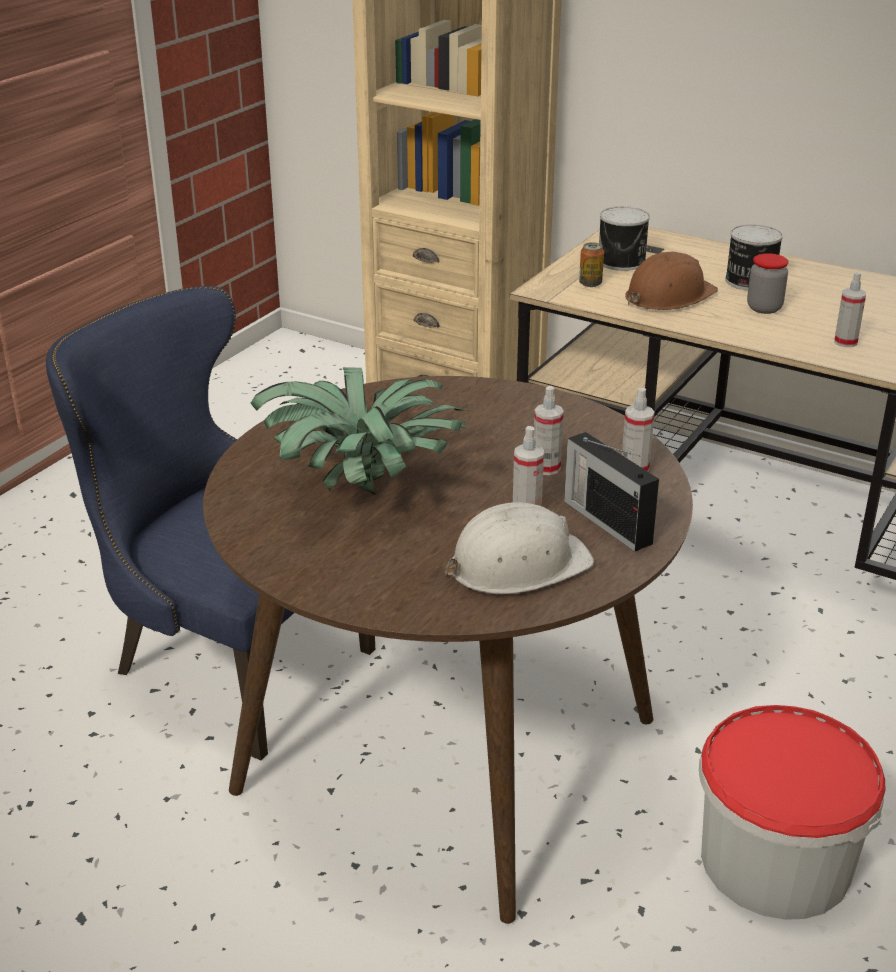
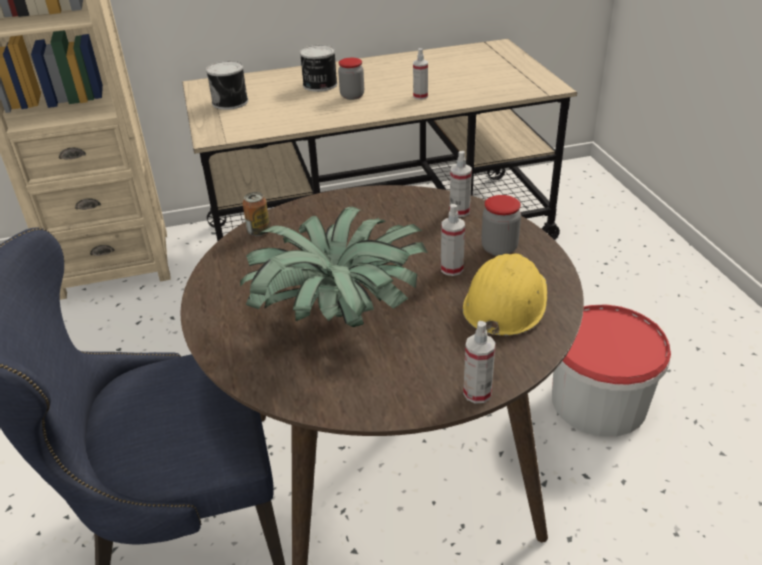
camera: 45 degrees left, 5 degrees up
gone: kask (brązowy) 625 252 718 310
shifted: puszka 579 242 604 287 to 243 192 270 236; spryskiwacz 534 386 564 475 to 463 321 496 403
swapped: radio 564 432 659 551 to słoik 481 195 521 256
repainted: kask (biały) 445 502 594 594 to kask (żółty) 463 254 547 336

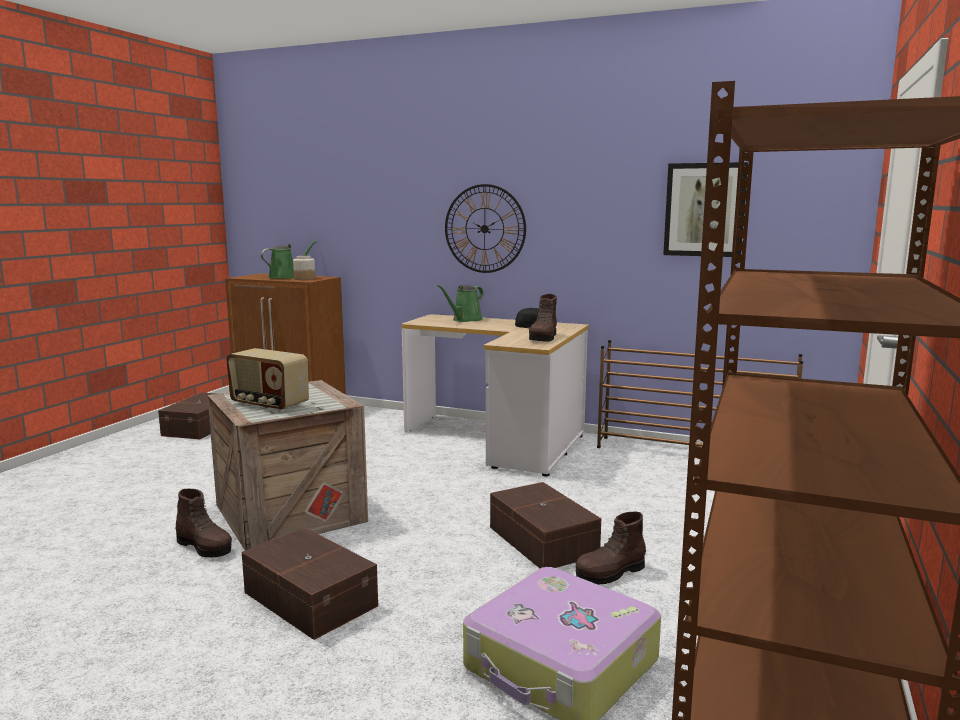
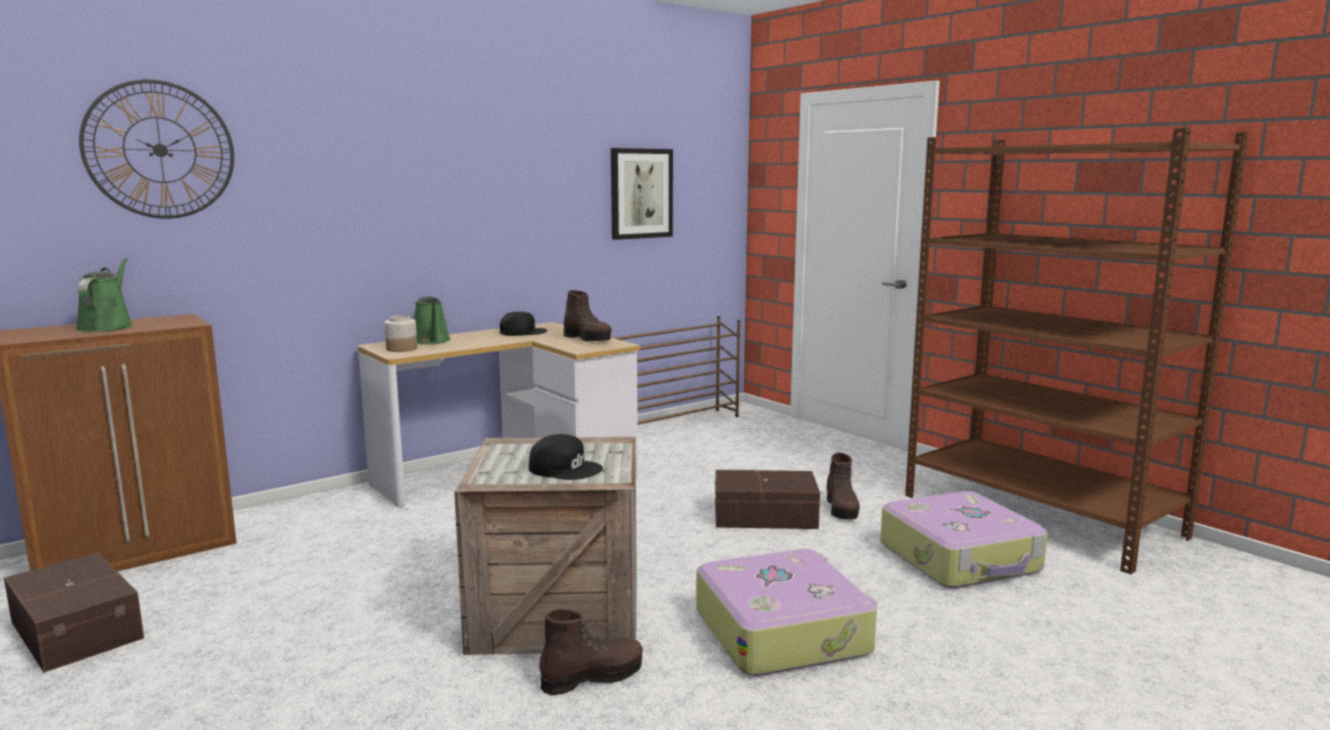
camera: 60 degrees left, 0 degrees up
shifted: zegar ścienny 445 184 526 273 to 79 79 234 219; słoik 293 256 315 280 to 384 315 417 352
swapped: radio 226 348 309 412 to czapka z daszkiem (czarny) 529 434 603 480; pojemnik do przechowywania (brązowy) 242 528 378 640 to walizka 696 549 877 676

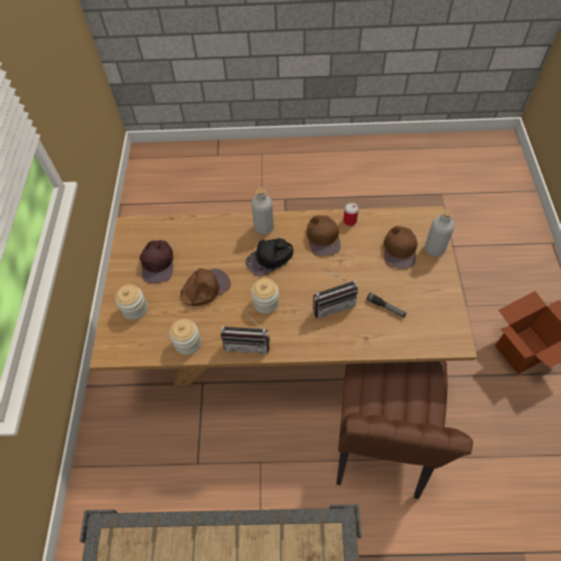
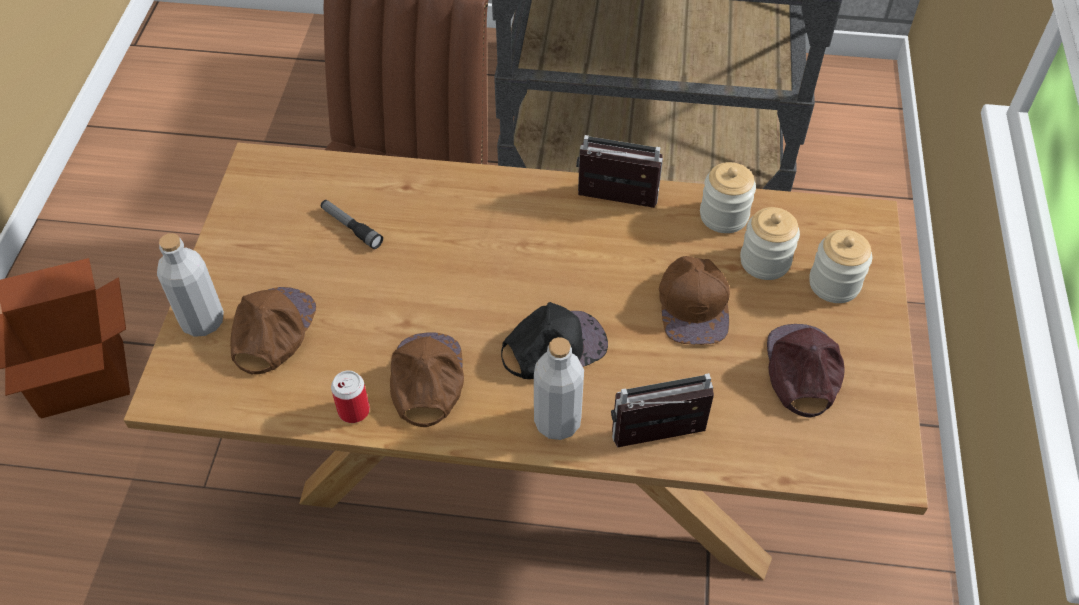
camera: 175 degrees left, 5 degrees down
shifted: radio 313 269 358 319 to 611 373 714 447; słoik 251 278 279 314 to 740 207 800 280
rotated: czapka z daszkiem (brązowy) 181 268 231 306 = 659 256 730 345 60 degrees counterclockwise

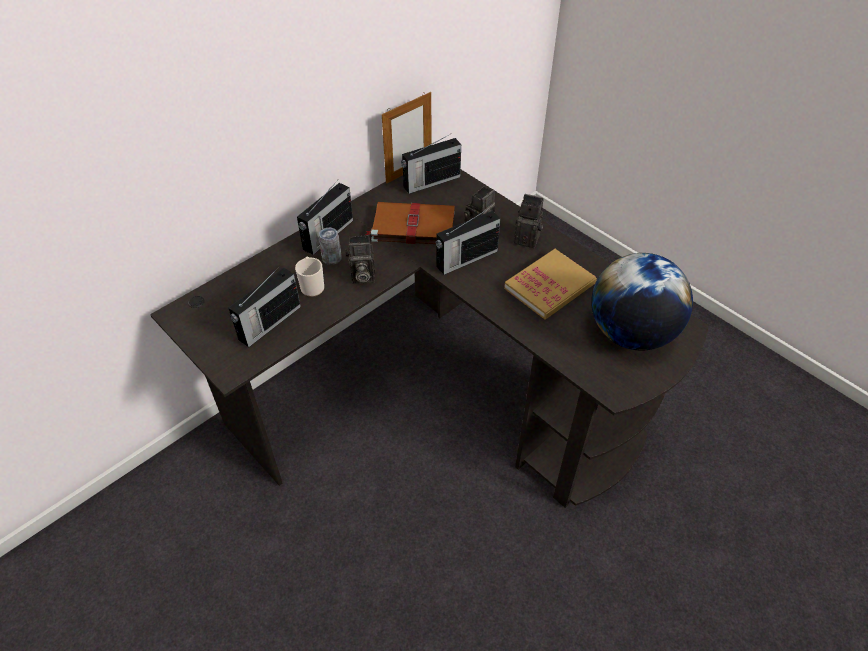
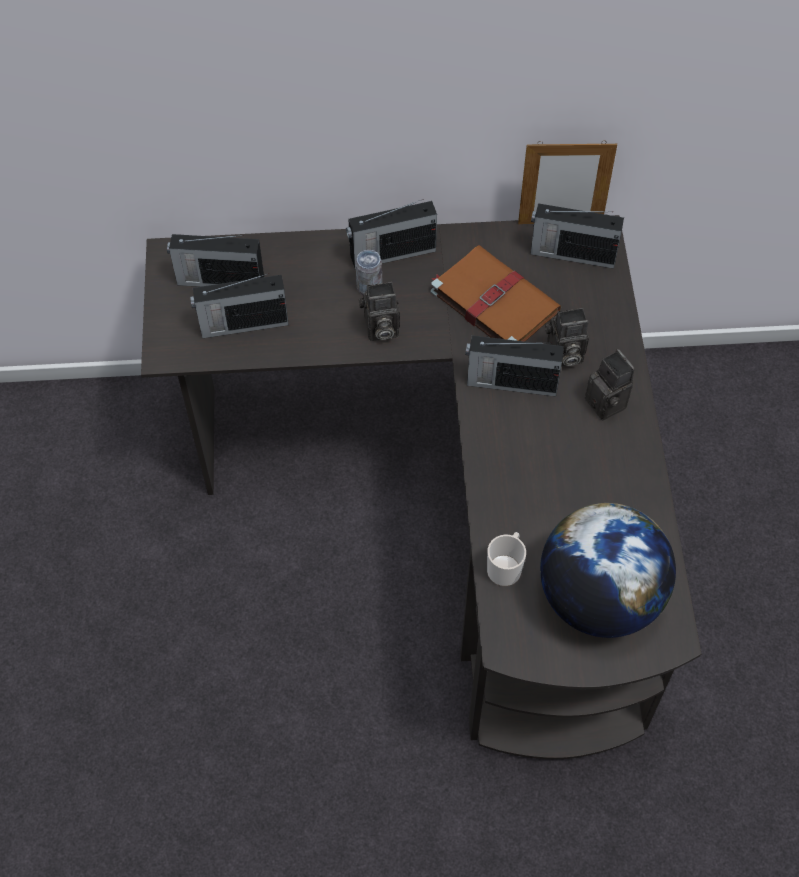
camera: 40 degrees right, 10 degrees up
gone: książka 504 249 597 320
new: radio 167 234 264 287
shifted: kubek 295 257 324 297 to 487 532 526 586
rotated: aparat fotograficzny 345 235 375 284 = 359 282 400 341 45 degrees counterclockwise

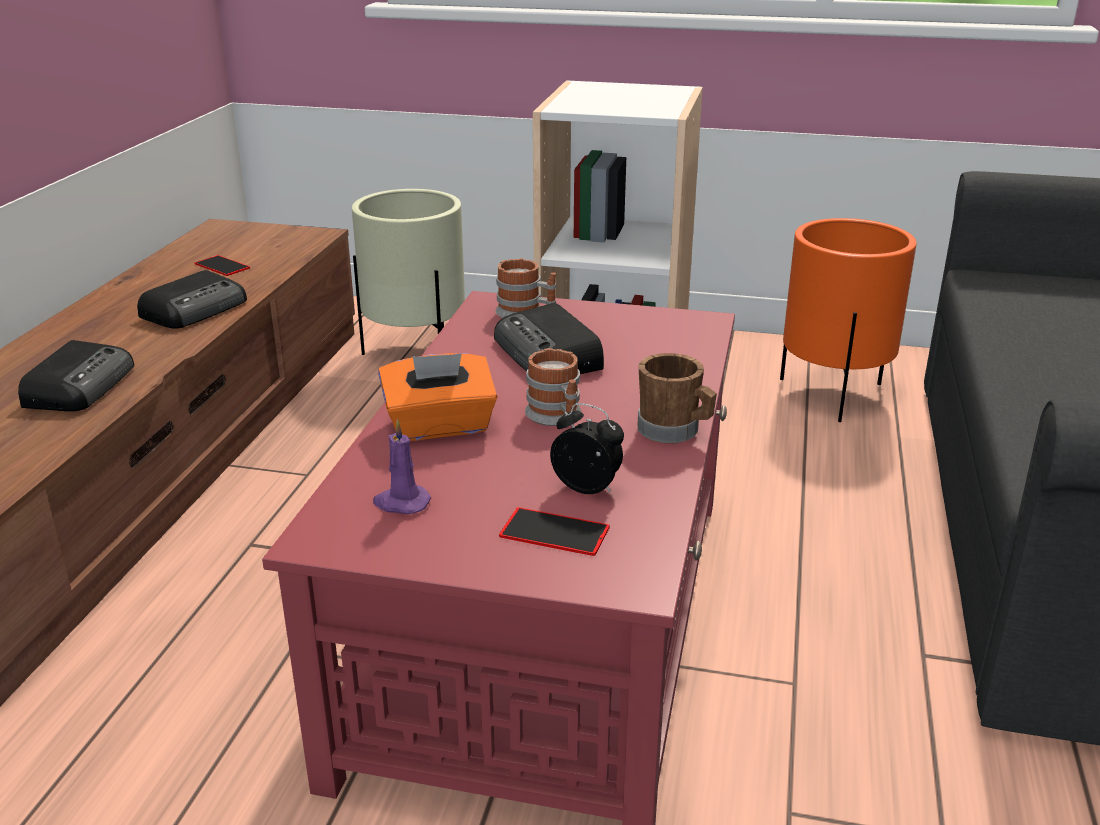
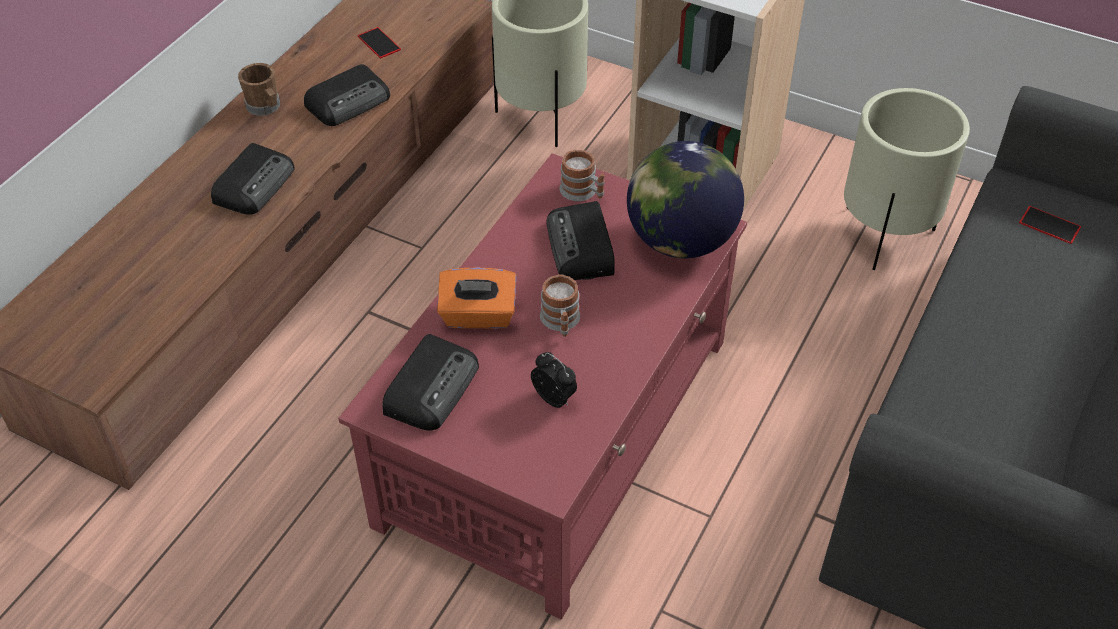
camera: 15 degrees right, 20 degrees up
new: globus 627 141 744 258
shifted: kubek (brązowy) 638 353 717 443 to 238 63 280 116; telefon 499 507 610 556 to 1019 206 1081 244
swapped: świeca (fioletowy) 373 419 431 514 to radio 382 334 479 431
repainted: donica (pomarańczowy) 780 218 917 422 to donica (beżowy) 844 88 970 270

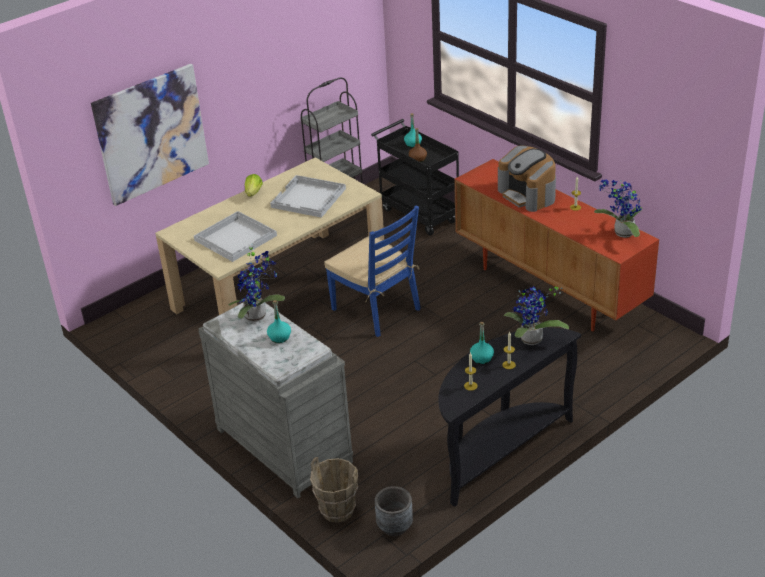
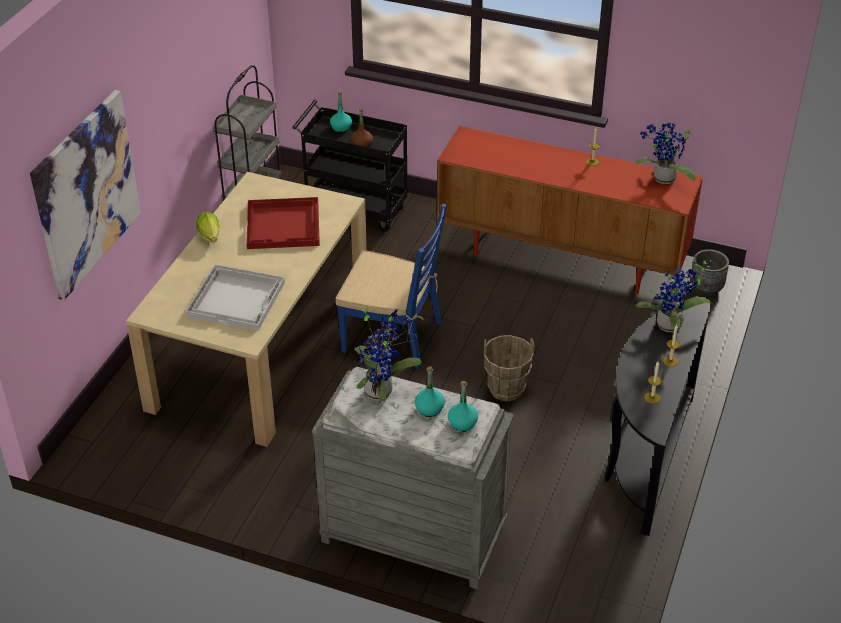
camera: 30 degrees left, 5 degrees up
gone: ekspres do kawy 498 146 556 212
shifted: butelka (turkusowy) 470 322 494 364 to 448 381 478 432; wiadro (brązowy) 310 457 358 523 to 484 335 535 401; donica (szary) 375 486 413 536 to 690 249 729 296
repainted: taca (biały) 270 175 346 218 to taca (czerwony) 246 197 320 249

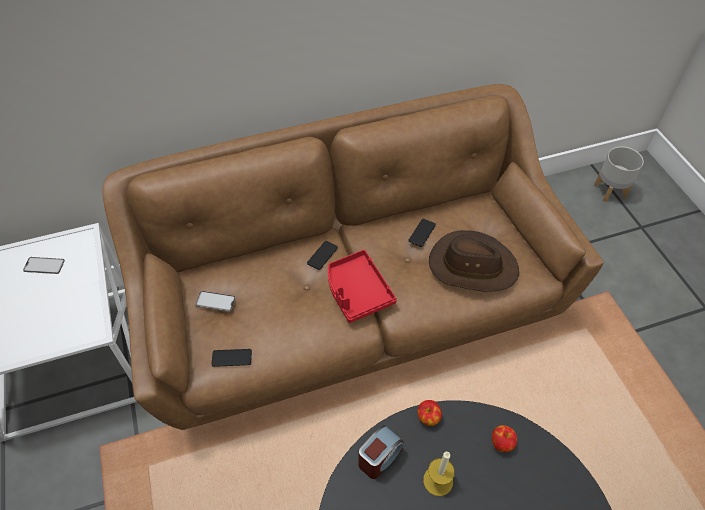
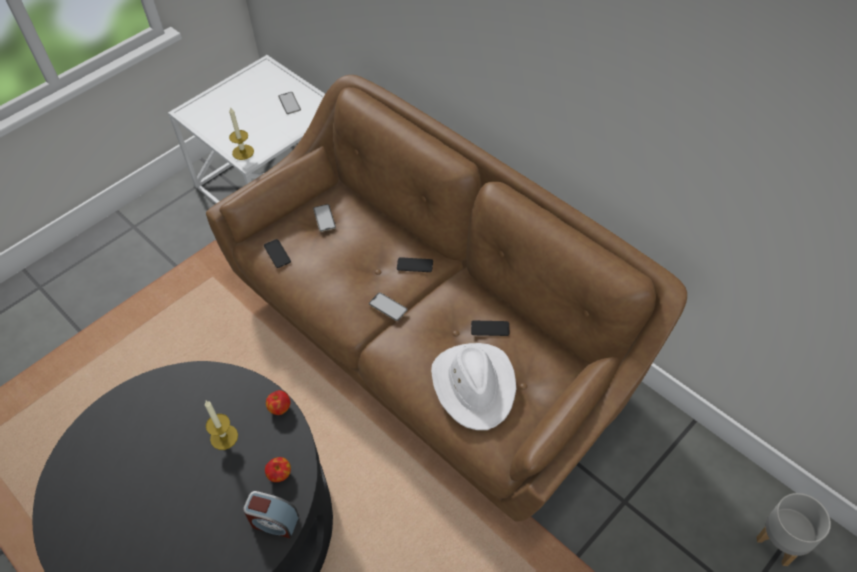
camera: 65 degrees right, 0 degrees up
new: świeca 229 107 254 160
shifted: budzik 358 425 404 479 to 243 491 299 538
swapped: taca (czerwony) 328 250 397 323 to telefon 369 292 408 321
repainted: kapelusz (brązowy) 429 230 519 292 to kapelusz (biały) 431 343 516 430

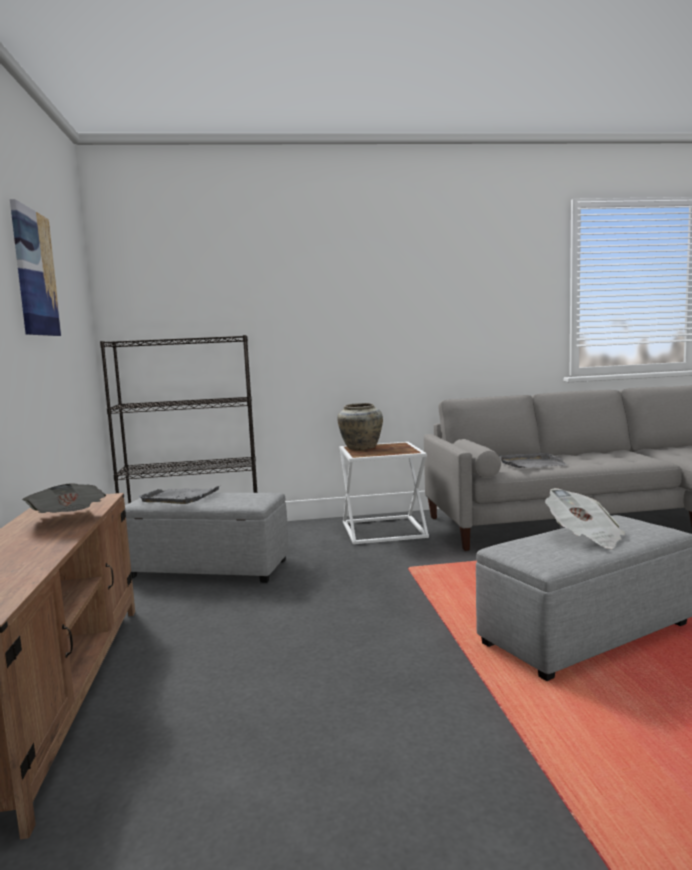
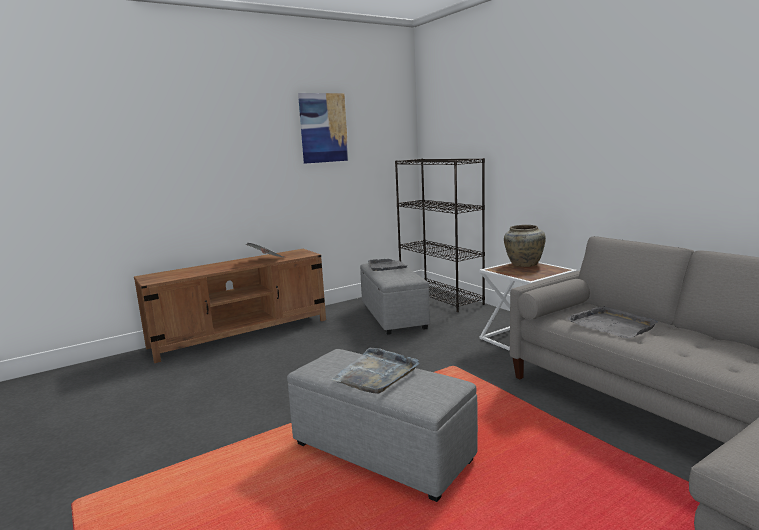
camera: 65 degrees right, 5 degrees up
swapped: gazeta 545 488 625 549 to taca (szary) 331 348 420 394

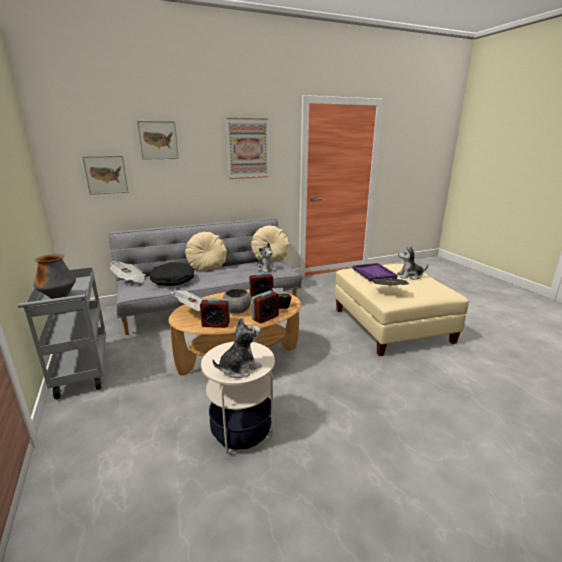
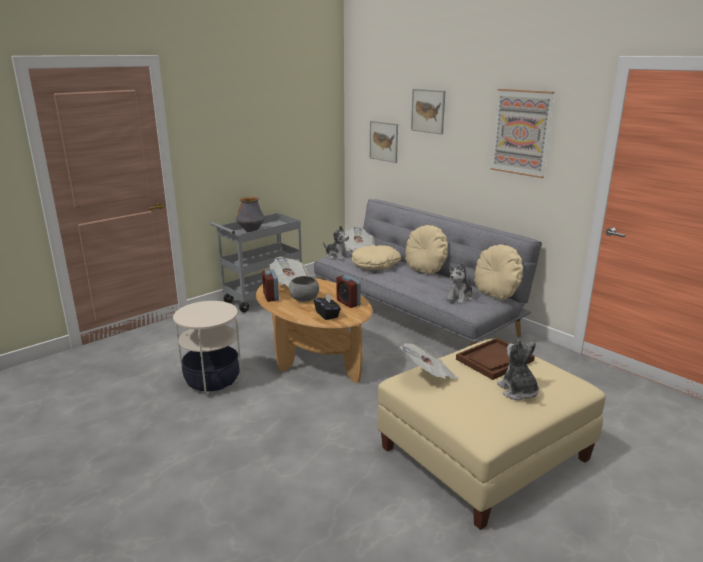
camera: 70 degrees right, 0 degrees up
gone: budzik 252 291 279 323
shifted: pluszak 213 317 262 378 to 323 226 350 261
repainted: poduszka (czarny) 150 262 194 286 to poduszka (beżowy) 352 245 401 270; taca (fioletowy) 353 263 398 282 to taca (brązowy) 456 338 535 380

